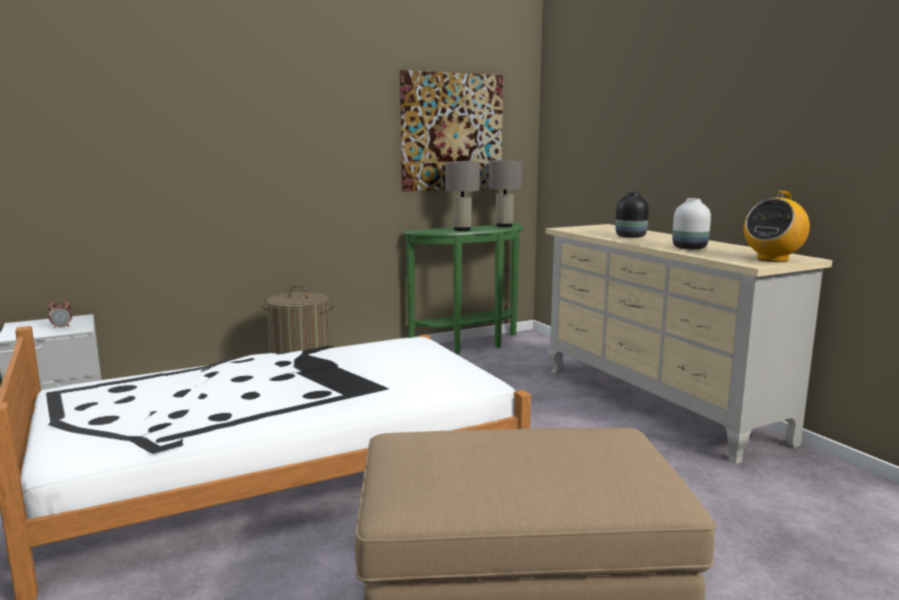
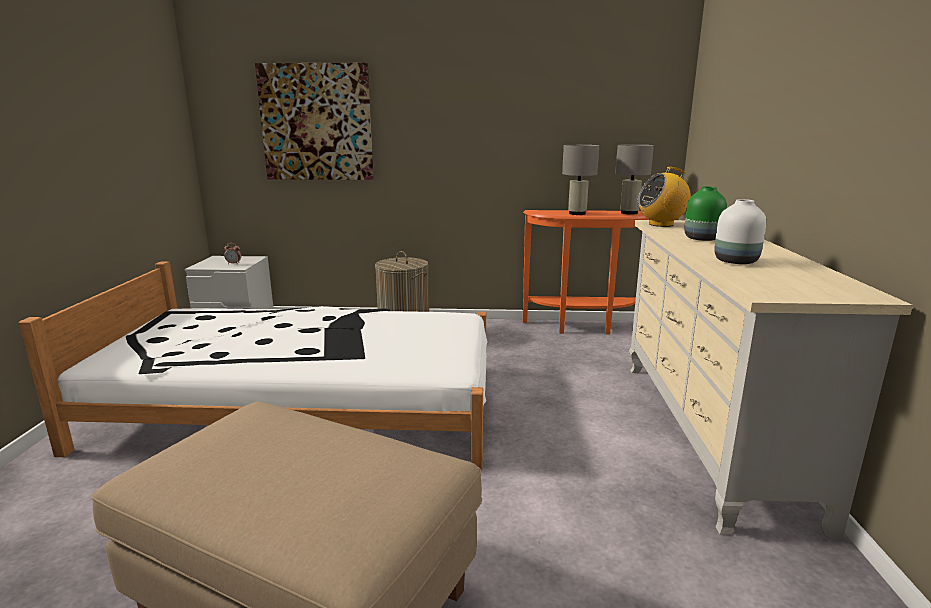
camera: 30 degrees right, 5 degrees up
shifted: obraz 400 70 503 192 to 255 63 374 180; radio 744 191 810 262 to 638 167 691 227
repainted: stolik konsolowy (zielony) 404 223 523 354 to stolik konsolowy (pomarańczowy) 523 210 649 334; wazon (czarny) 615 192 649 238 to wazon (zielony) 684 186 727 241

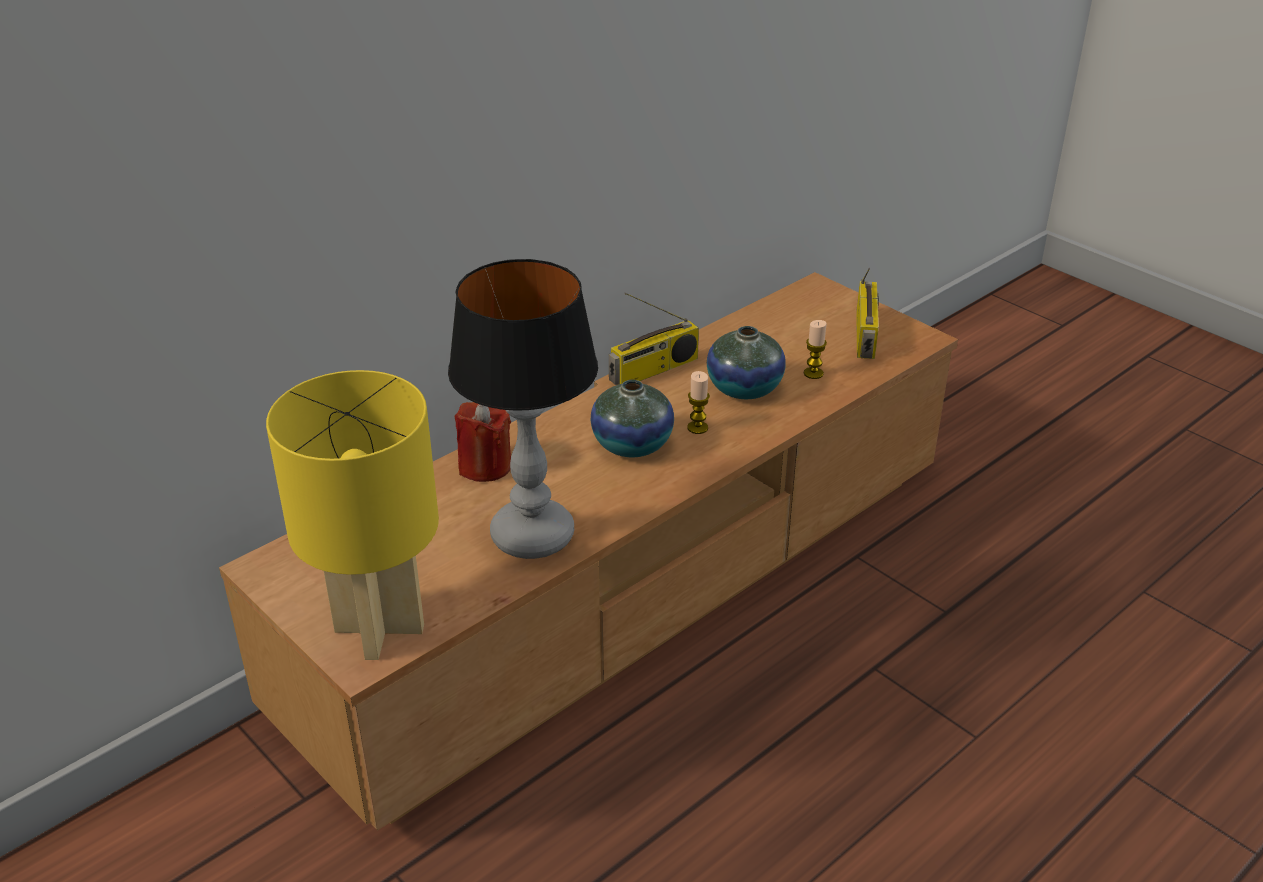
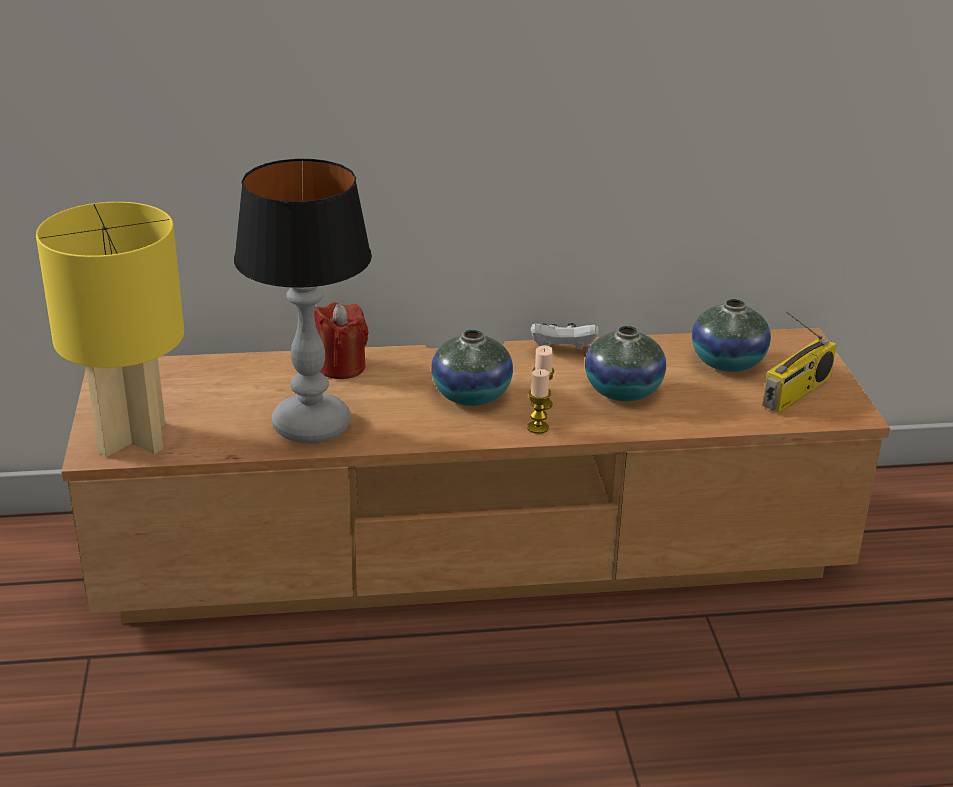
camera: 35 degrees right, 5 degrees down
new: wazon 692 299 771 372
shifted: świeca 804 320 827 379 to 527 369 551 434
swapped: radio 609 292 699 385 to pad do gier (biały) 531 323 599 350

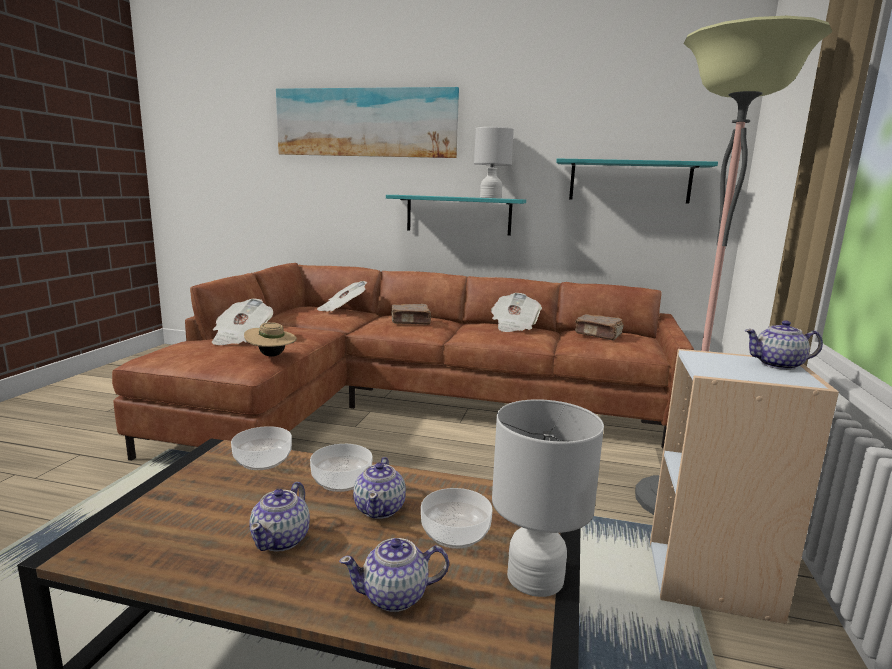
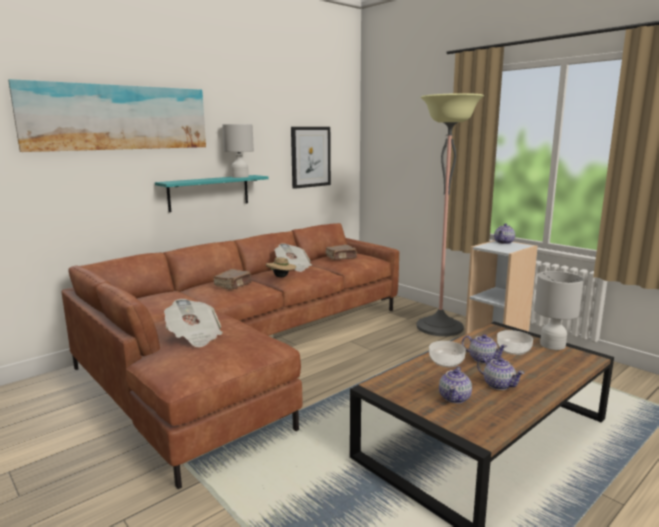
camera: 55 degrees left, 0 degrees up
gone: miska 231 426 292 470; gazeta 317 281 367 312
shifted: kapelusz (beżowy) 244 322 297 357 to 266 257 296 278; imbryk 339 538 449 612 to 439 366 472 403
swapped: półka (turkusowy) 556 158 718 204 to obraz 291 127 331 189

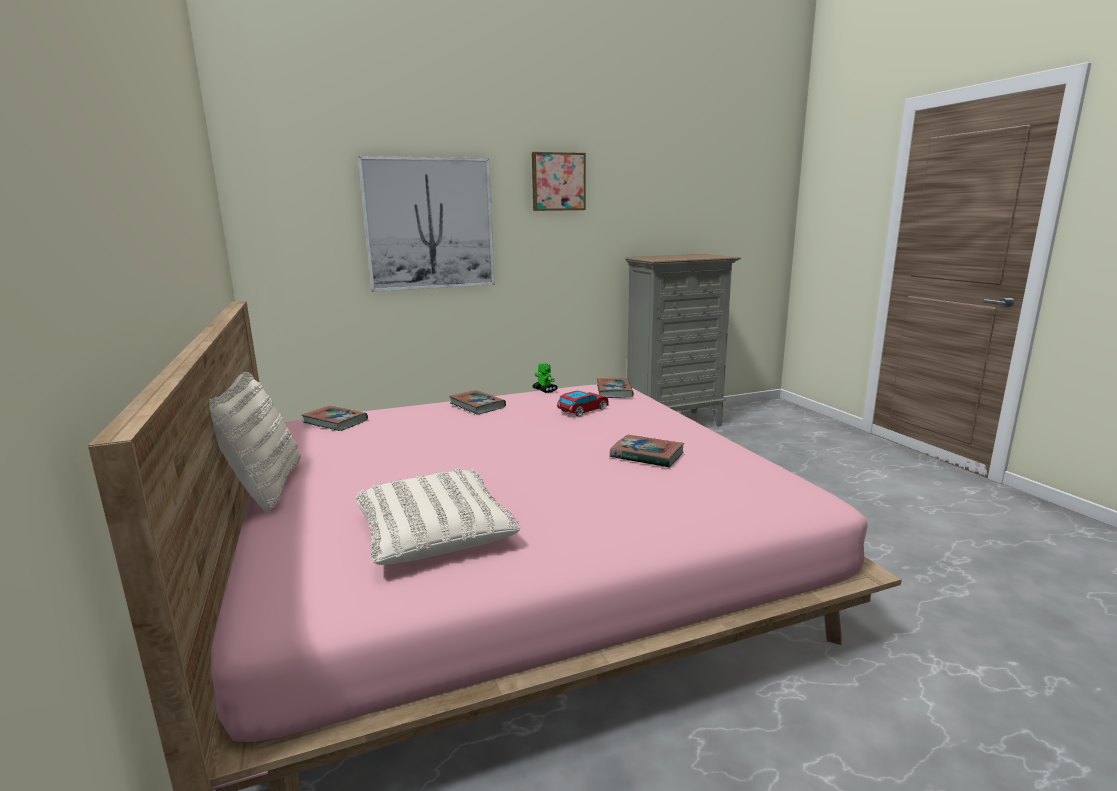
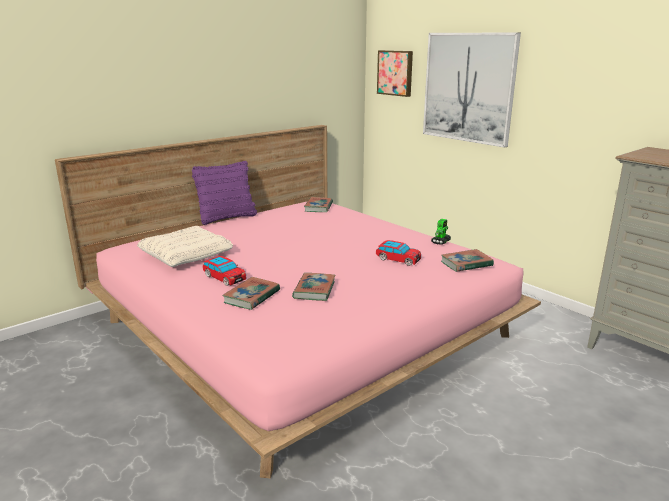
camera: 70 degrees right, 5 degrees up
new: samochodzik 203 256 247 286
shifted: książka 449 390 506 415 to 222 277 280 310; obraz 532 152 586 211 to 377 50 413 97
repainted: poduszka (beżowy) 209 372 301 511 to poduszka (fioletowy) 192 161 257 225

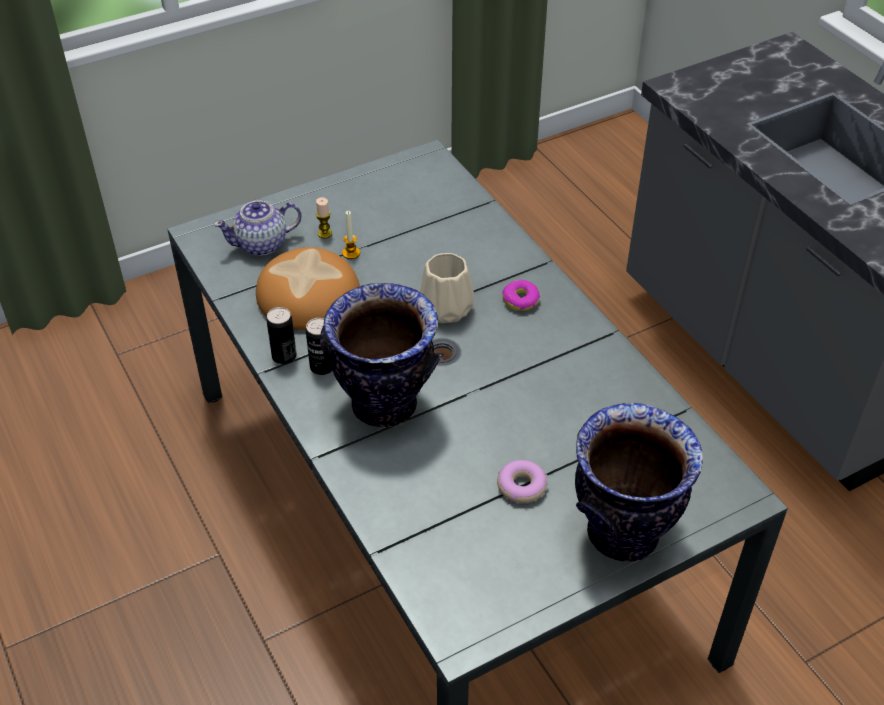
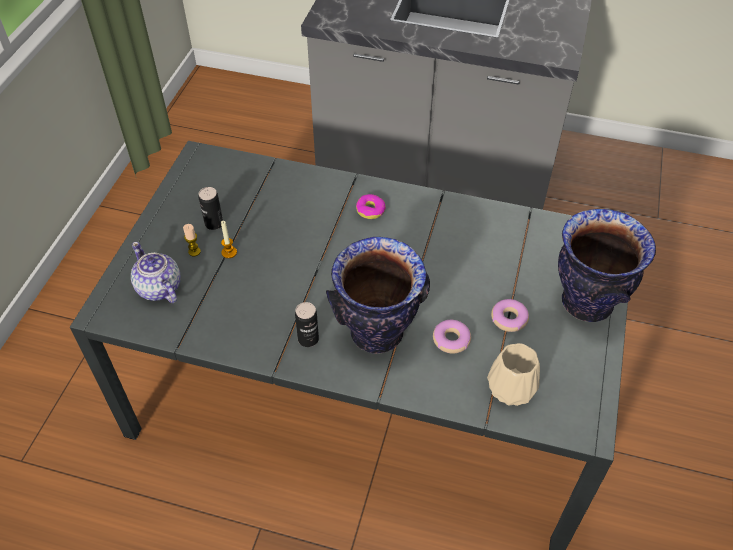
camera: 45 degrees left, 5 degrees up
gone: chleb 256 247 360 330
new: donut 433 320 471 354
shifted: puszka 266 307 297 364 to 198 187 223 230; wazon (beżowy) 420 253 474 323 to 487 343 540 406
rotated: imbryk 213 200 302 256 = 131 242 180 303 120 degrees clockwise

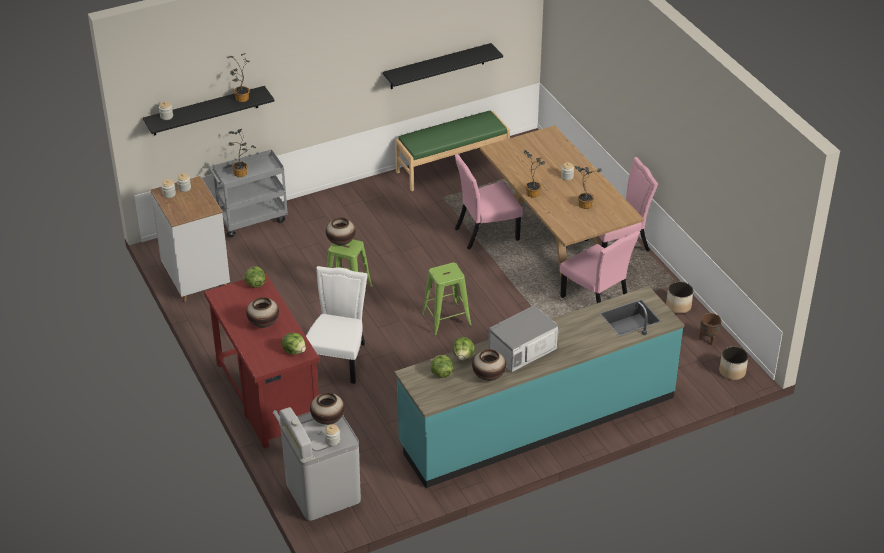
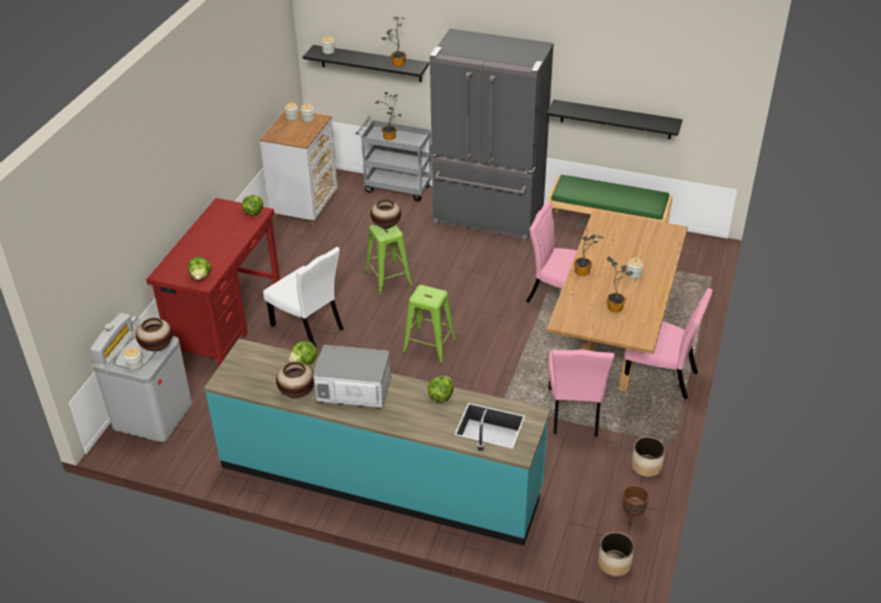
camera: 45 degrees right, 0 degrees up
gone: wazon 246 297 279 328
new: lodówka (szary) 430 29 554 242
shifted: sałata 431 355 453 378 to 428 376 453 402
rotated: krzesło (biały) 306 266 367 384 = 263 247 344 348 75 degrees clockwise

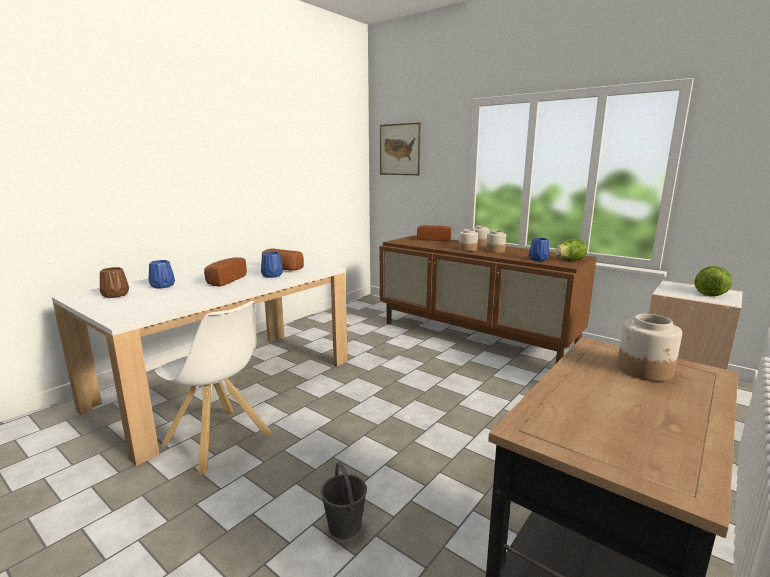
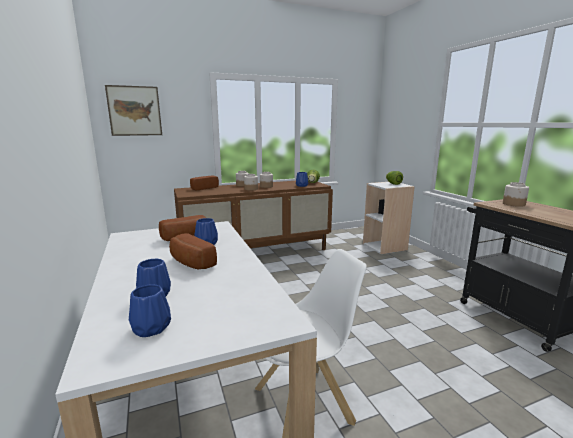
camera: 60 degrees left, 0 degrees up
gone: wiadro (szary) 321 462 367 539
repainted: wazon (brązowy) 100 267 129 298 to wazon (niebieski) 129 284 171 337

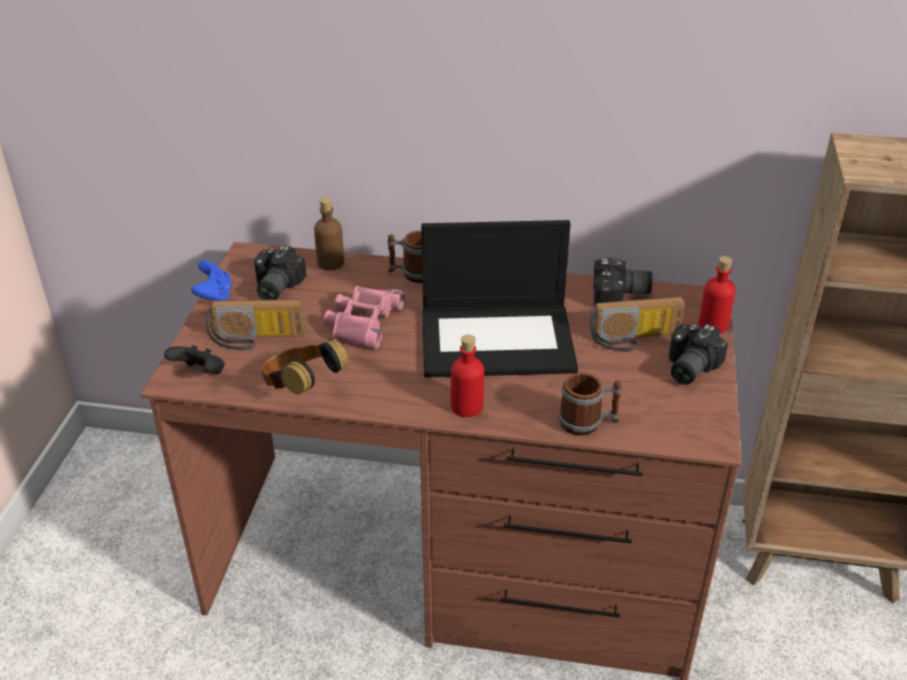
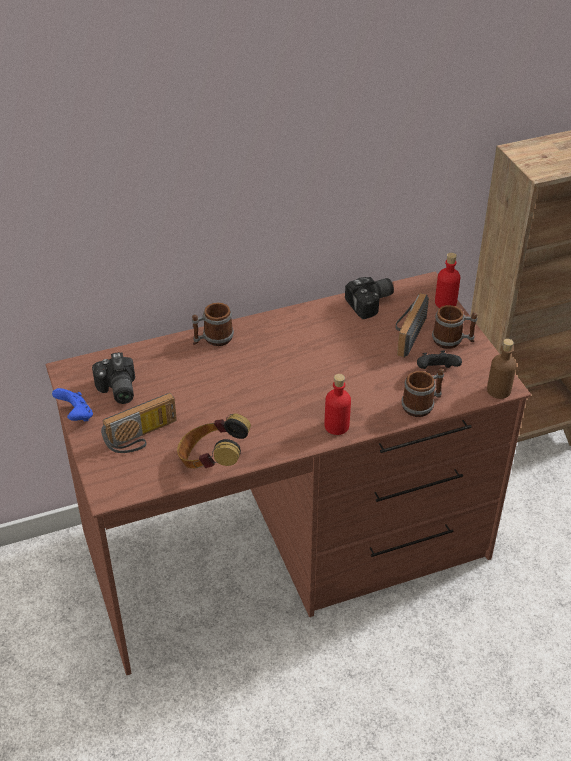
camera: 30 degrees left, 5 degrees up
gone: lornetka (różowy) 324 286 405 349; laptop 421 220 578 378
shifted: pad do gier (czarny) 164 345 225 375 to 417 350 462 369; butelka (brązowy) 314 197 344 270 to 487 339 517 399
swapped: aparat fotograficzny 669 324 728 385 to kubek 432 305 477 349
rotated: radio 590 296 685 351 = 395 293 429 358 150 degrees clockwise

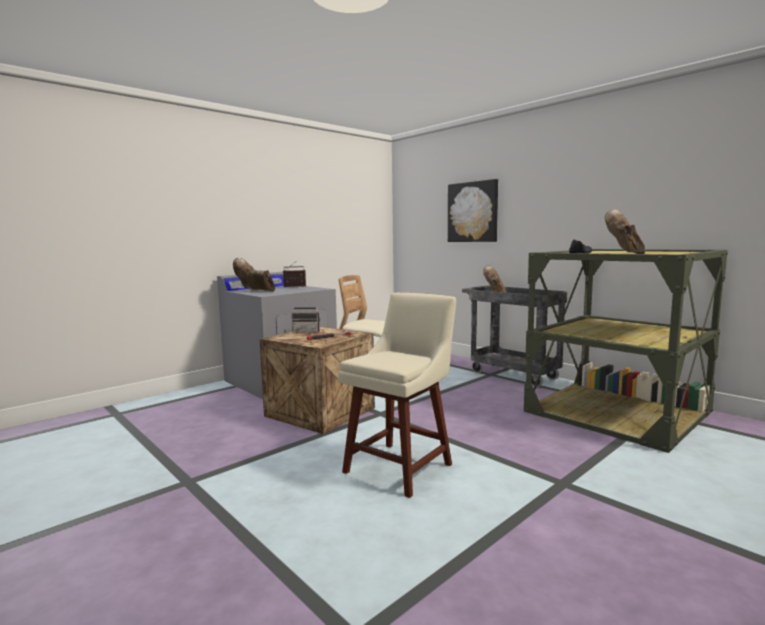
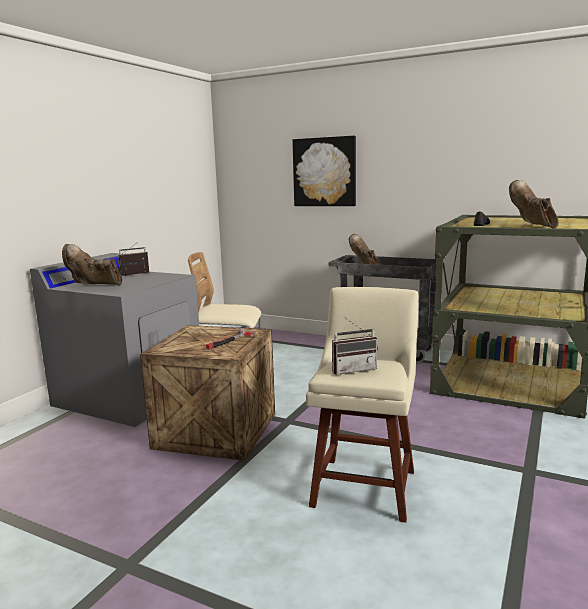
camera: 20 degrees left, 5 degrees up
shifted: radio 292 299 320 333 to 332 316 378 375

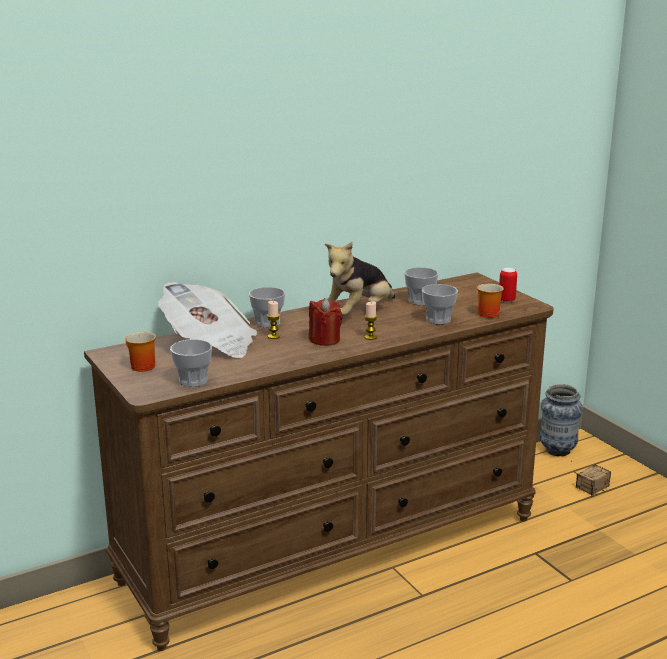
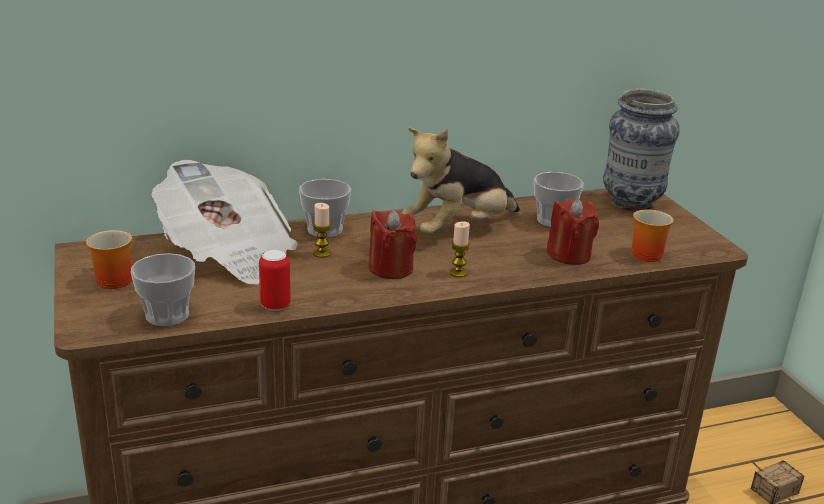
camera: 10 degrees right, 5 degrees up
shifted: puszka 499 268 517 303 to 259 250 291 311; wazon 540 384 583 456 to 603 89 680 212
swapped: filiżanka 422 284 458 324 to świeca (czerwony) 546 198 599 265

